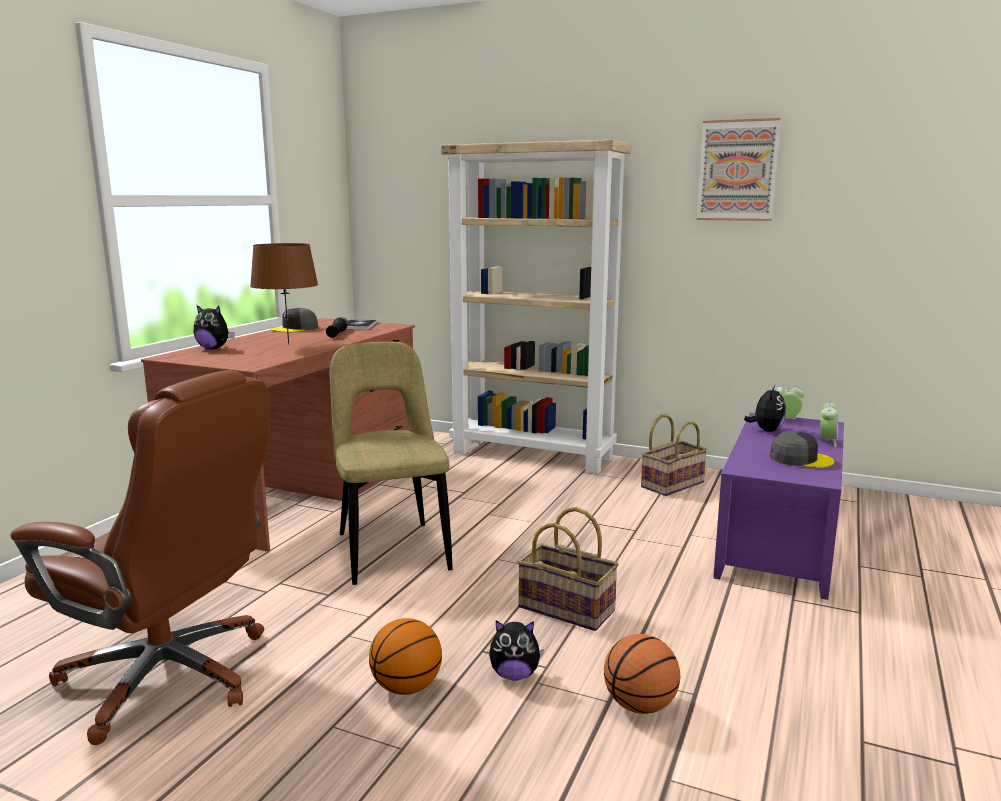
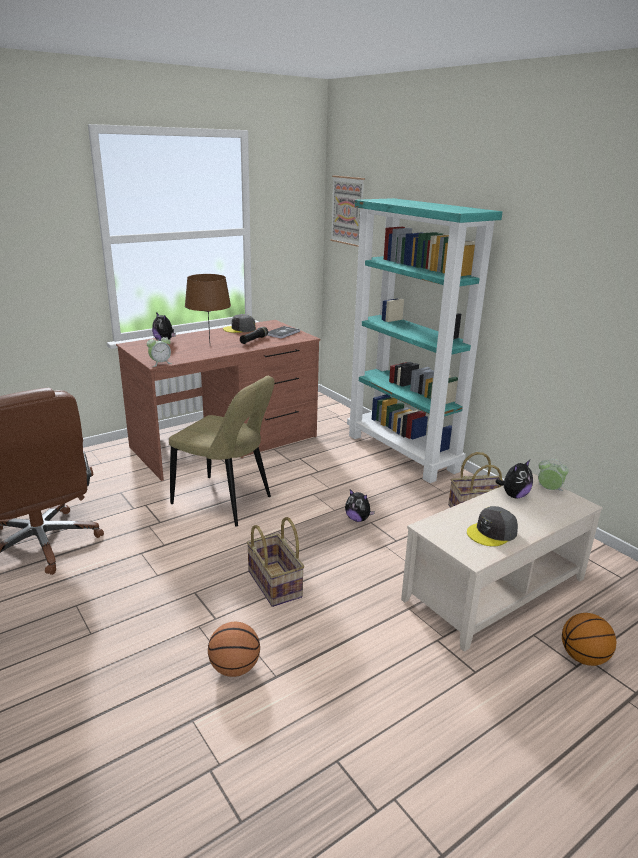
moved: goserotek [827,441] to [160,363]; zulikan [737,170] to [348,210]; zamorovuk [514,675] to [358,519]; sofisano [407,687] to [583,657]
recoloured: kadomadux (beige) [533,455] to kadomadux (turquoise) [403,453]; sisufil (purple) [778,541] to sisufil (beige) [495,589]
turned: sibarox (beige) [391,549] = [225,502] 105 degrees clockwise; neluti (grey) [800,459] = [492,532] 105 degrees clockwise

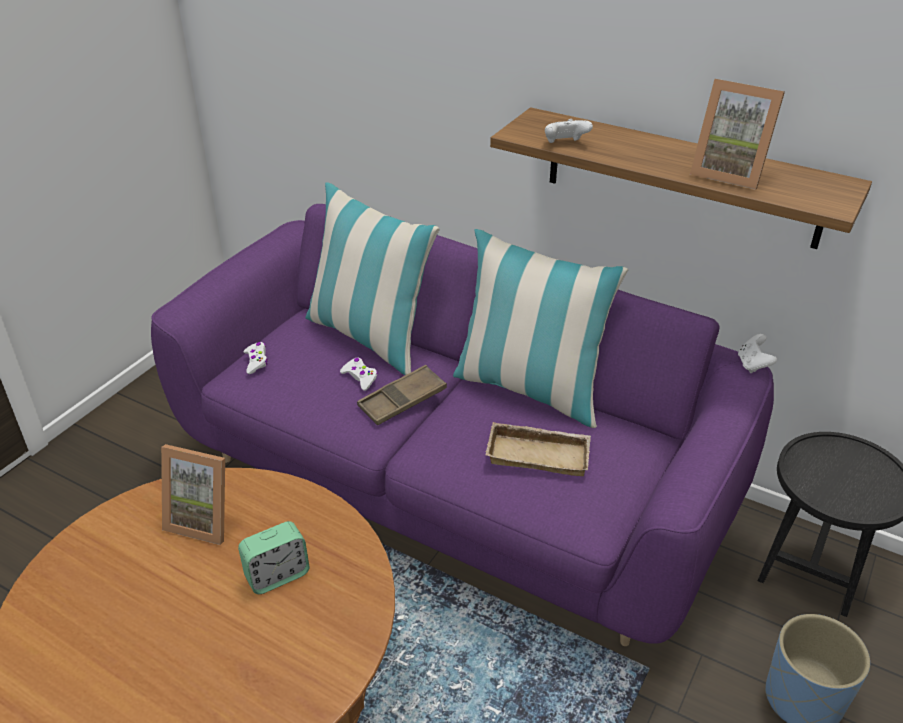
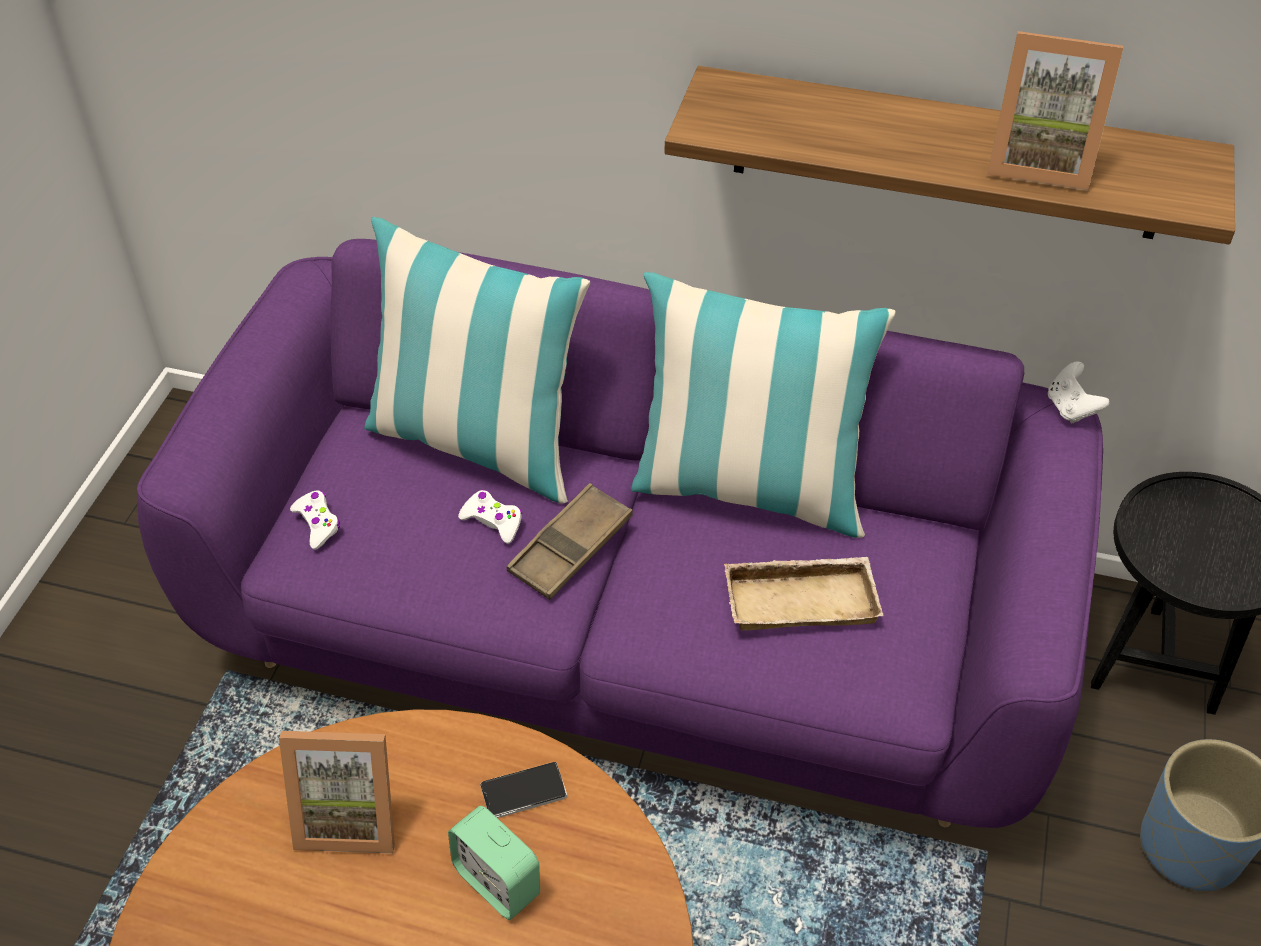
removed: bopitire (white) [565,144]
added: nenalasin [523,792]
turned: goserotek [277,575] = [497,882] 90 degrees clockwise

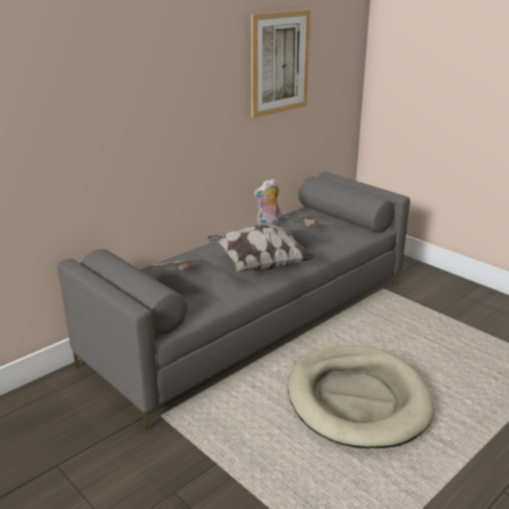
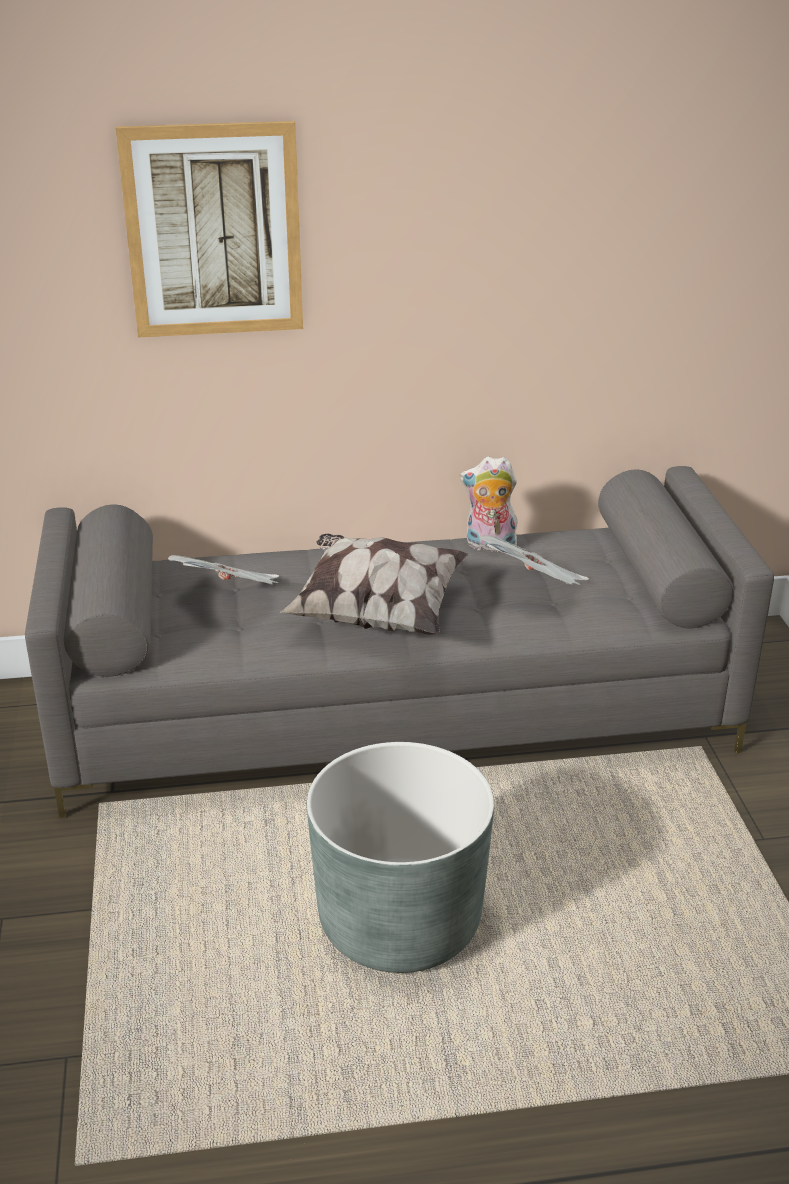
moved: zulikan [279,63] to [213,231]
replaced: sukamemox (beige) [357,399] to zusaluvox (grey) [400,921]

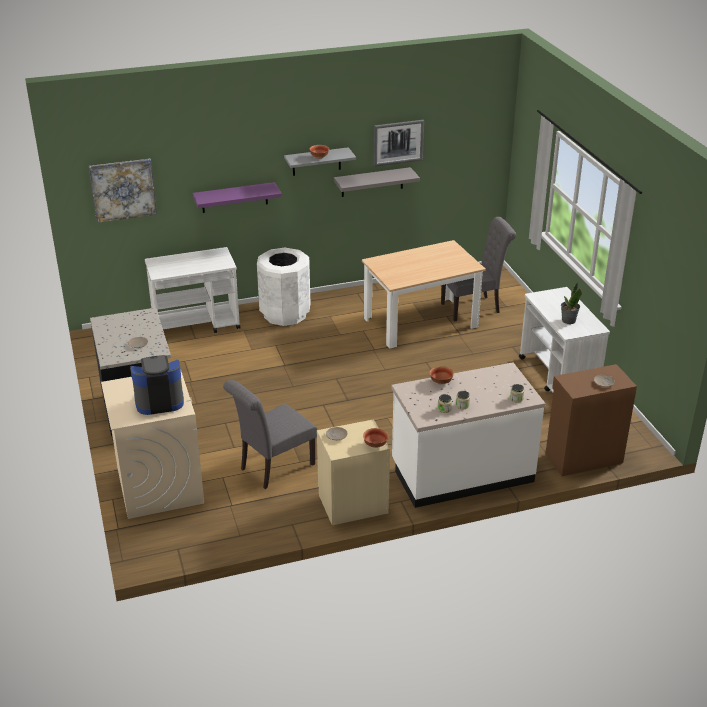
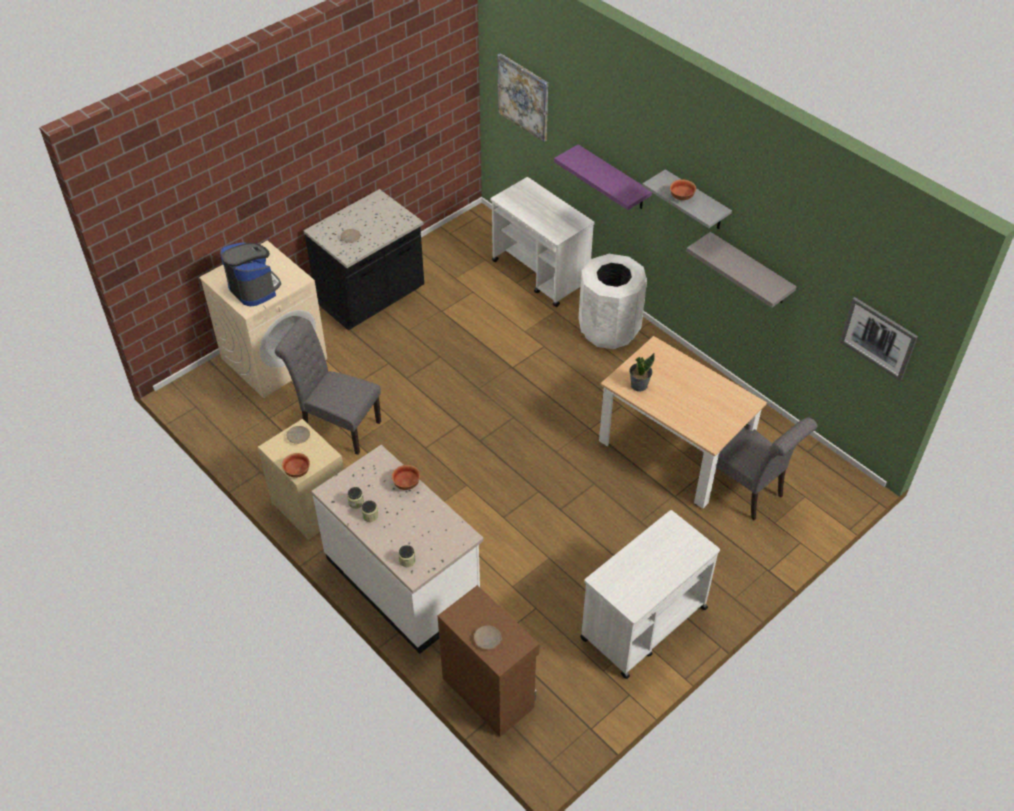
moved: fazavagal [568,320] to [639,385]; zulikan [398,142] to [878,338]

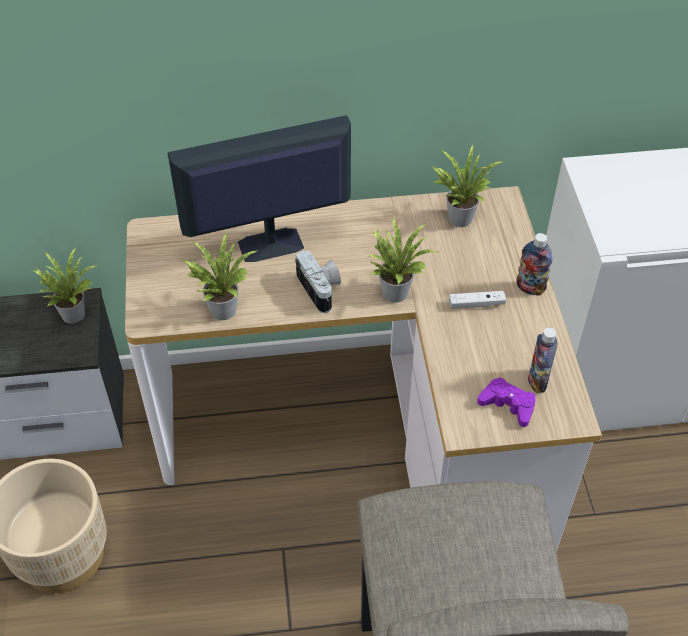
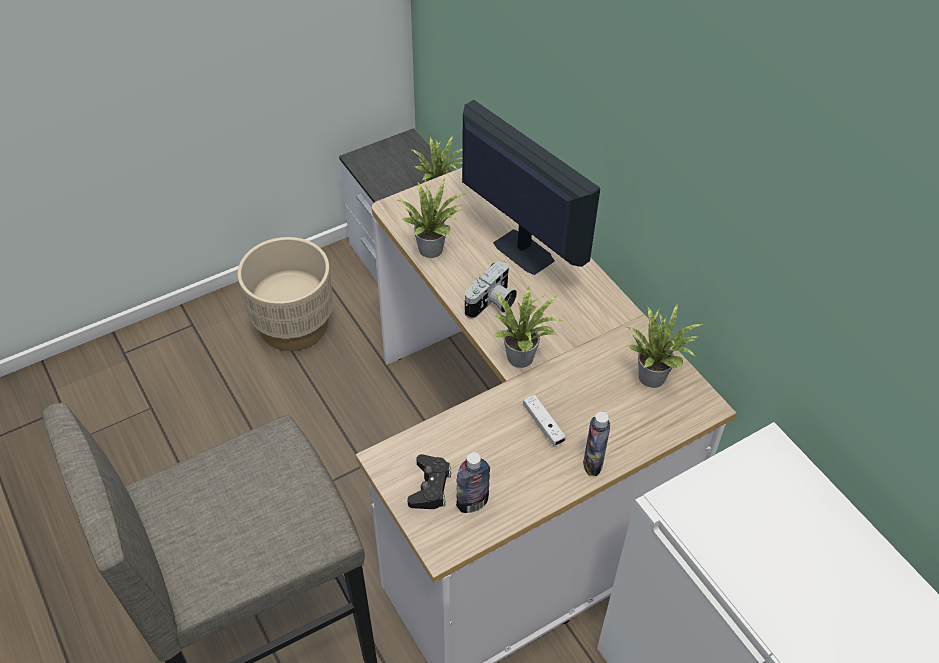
recoloured: bopitire (purple) [508,405] to bopitire (black) [430,486]

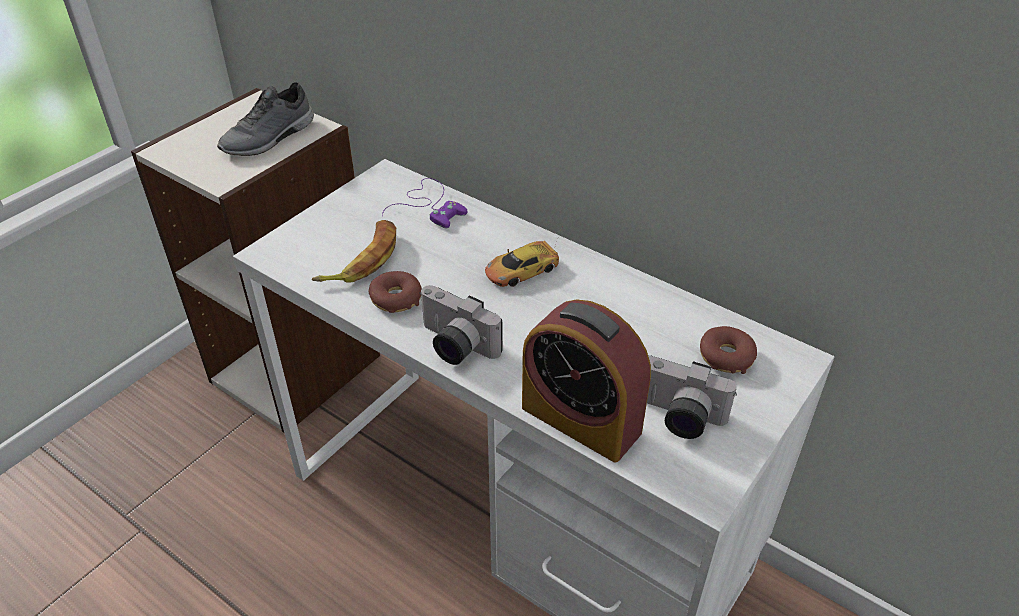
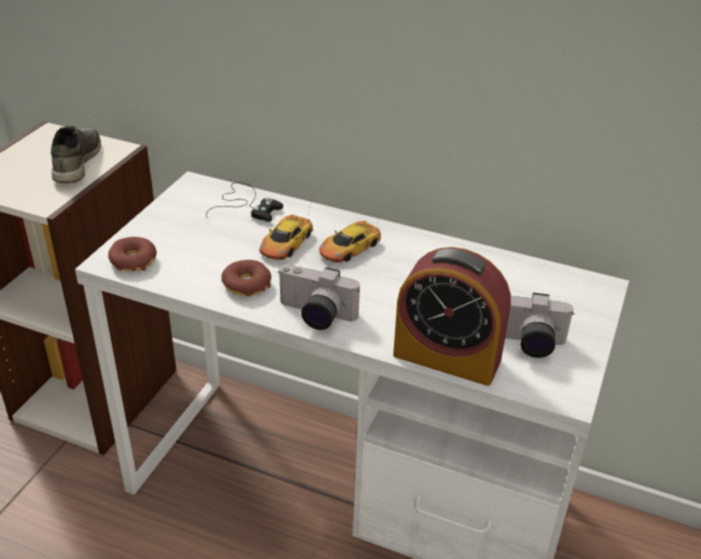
removed: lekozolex [362,259]
added: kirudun [285,243]
moved: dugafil [726,356] to [133,261]
recoloured: bopitire (purple) [429,205] to bopitire (black) [245,205]
turned: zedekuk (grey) [270,138] = [76,162] 150 degrees clockwise

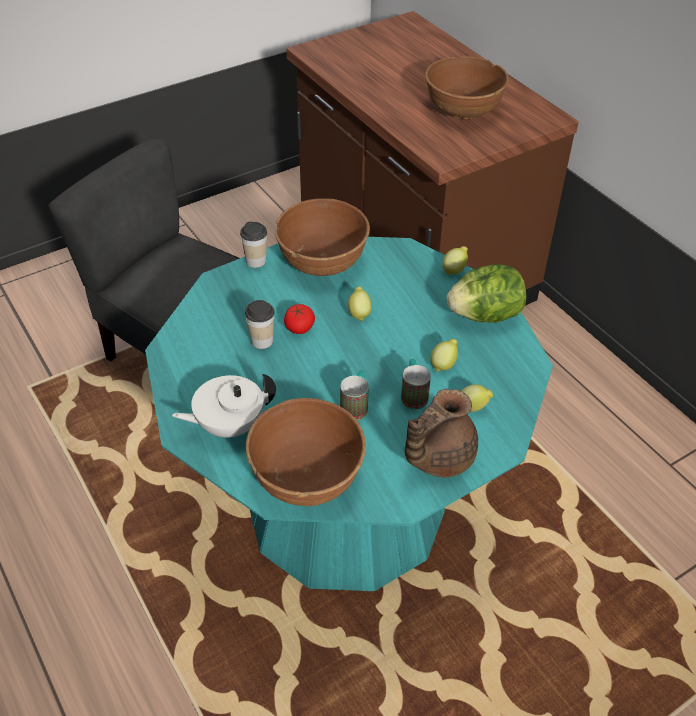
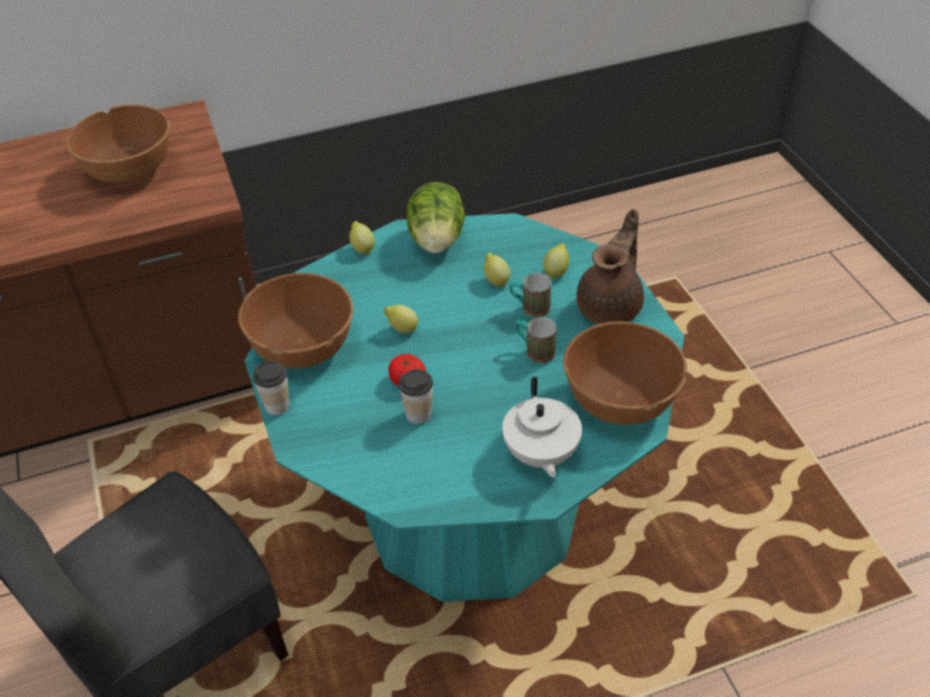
turned: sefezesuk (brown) [437,457] = [611,306] 120 degrees counterclockwise

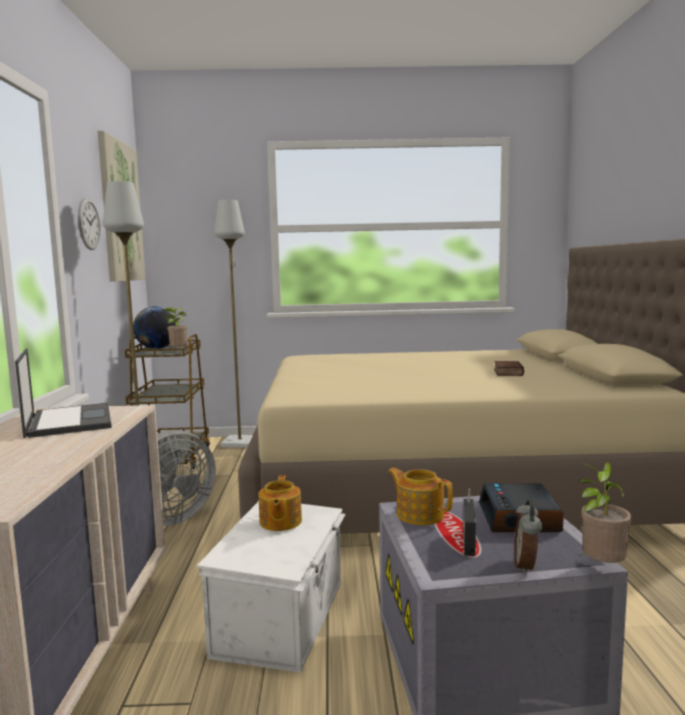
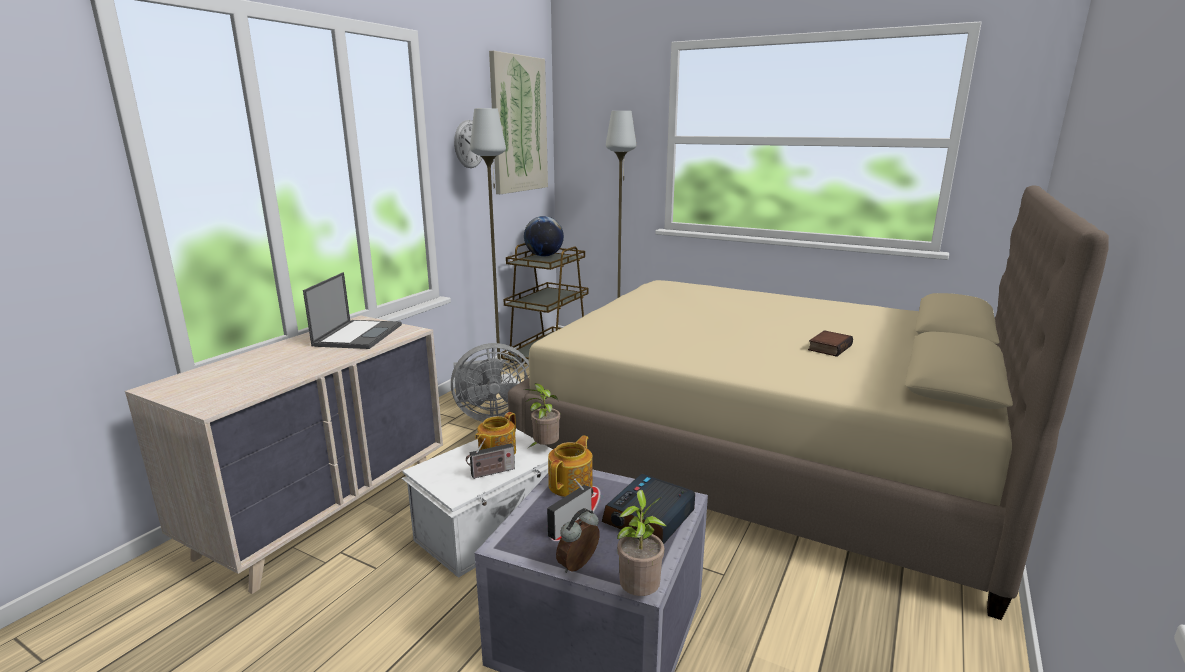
added: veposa [491,473]
moved: fazavagal [177,352] to [544,448]
turned: sefezesuk [419,514] = [571,484] 45 degrees clockwise

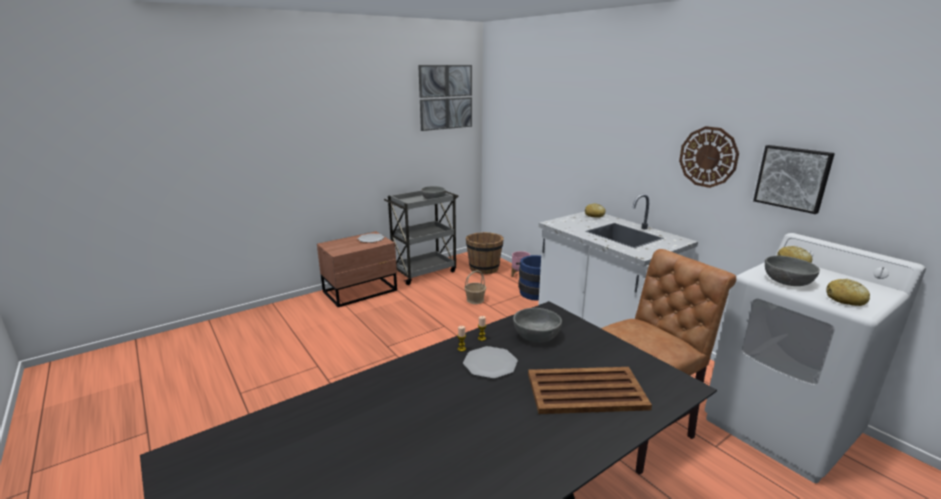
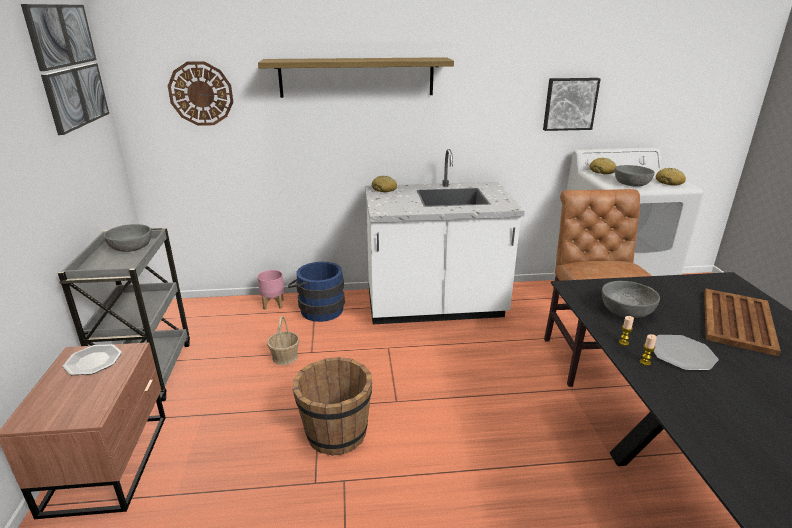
added: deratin [356,77]
moved: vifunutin [708,157] to [201,94]; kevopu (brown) [484,268] to [336,433]

